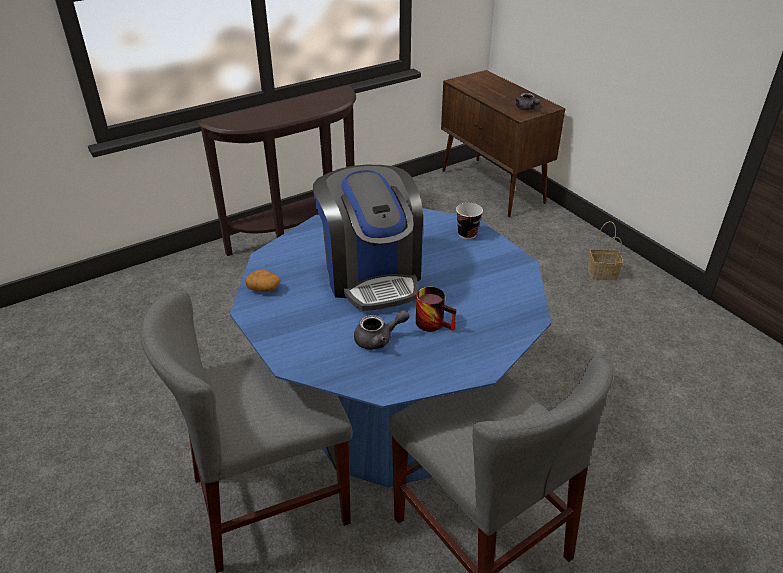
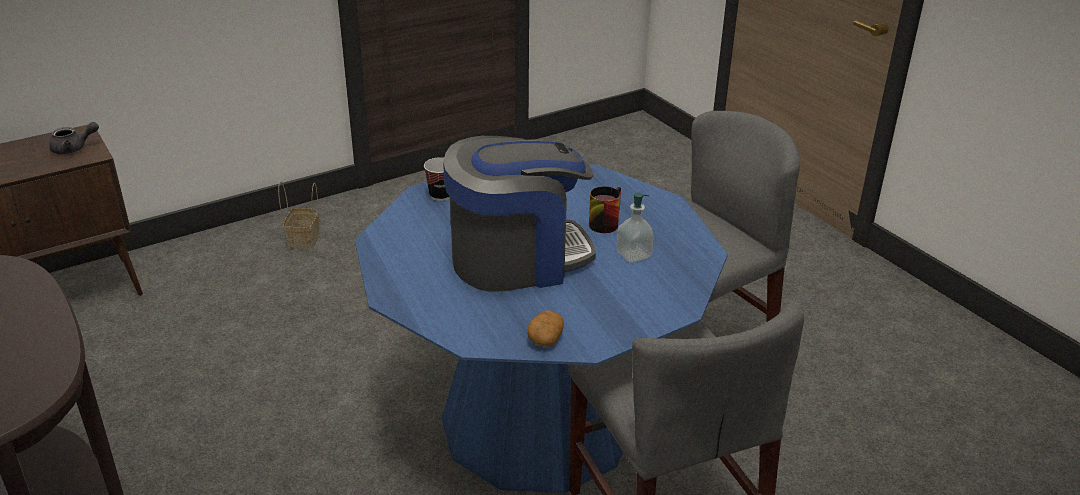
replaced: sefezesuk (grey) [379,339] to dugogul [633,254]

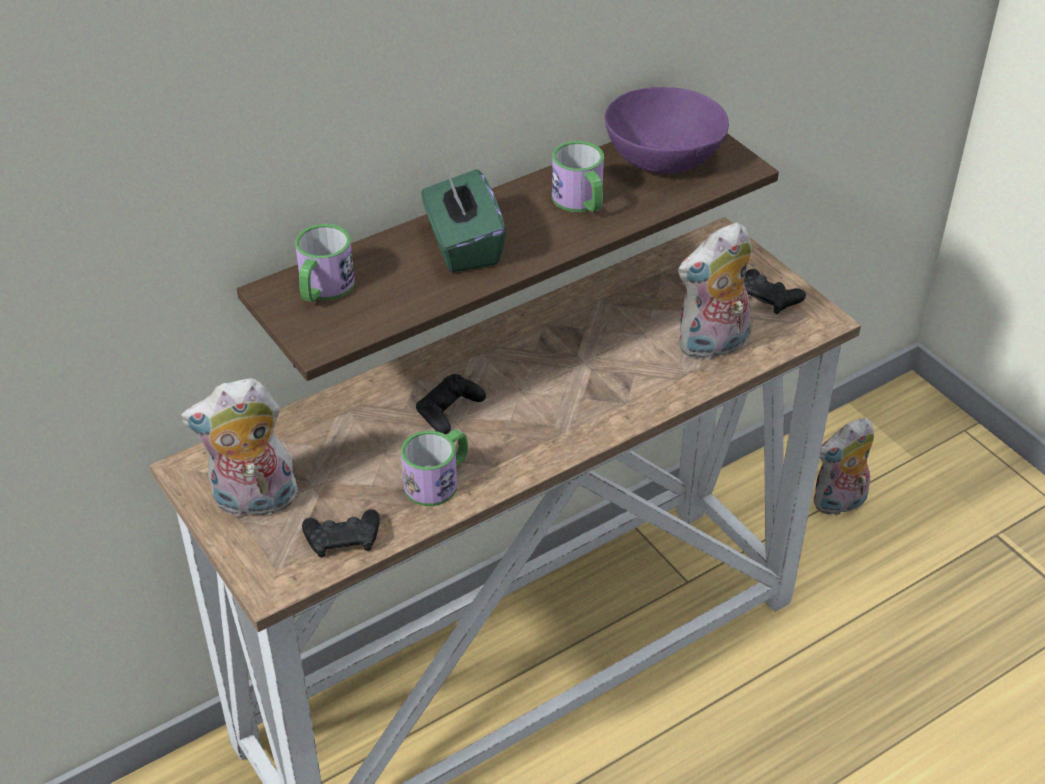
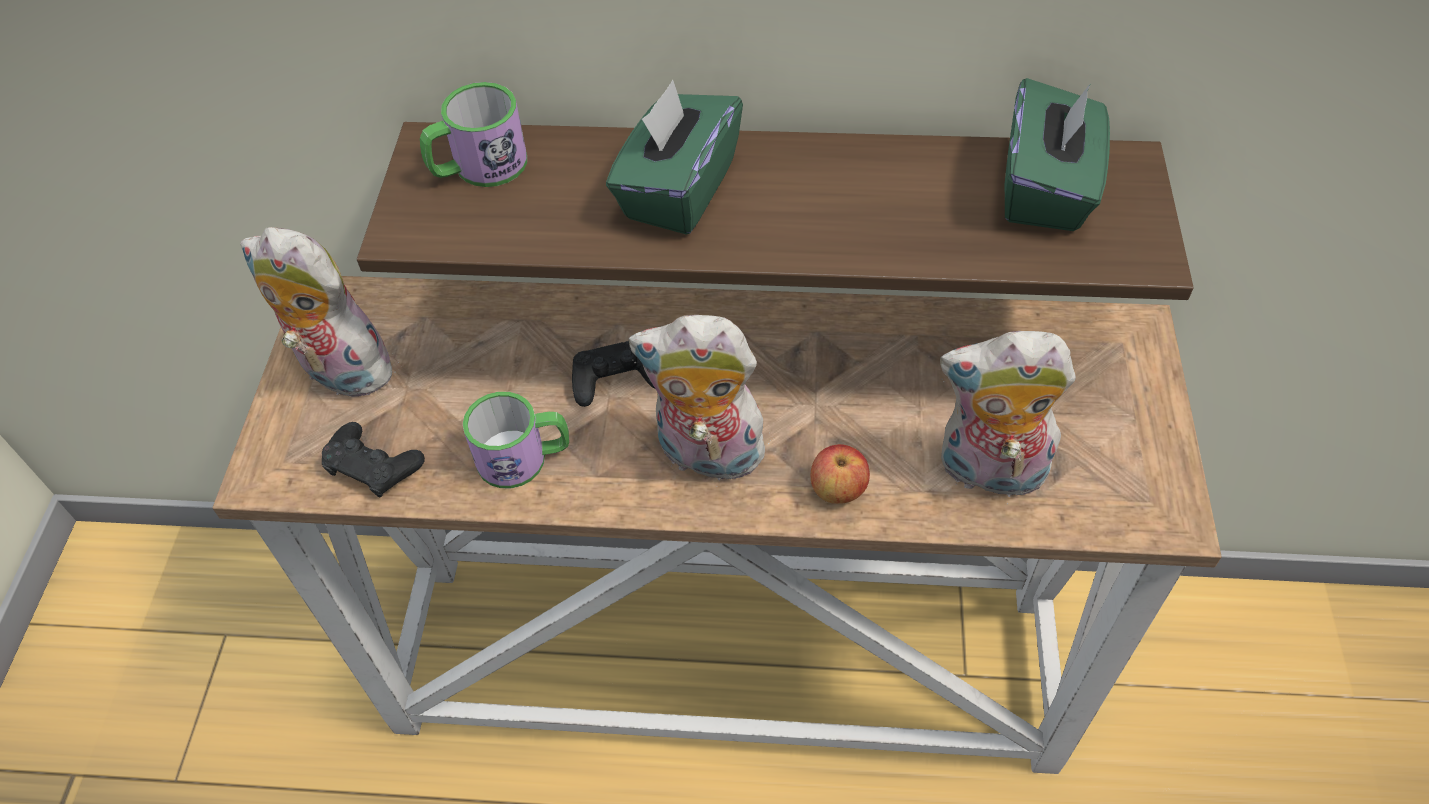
removed: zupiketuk [581,202]; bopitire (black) [768,297]
added: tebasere [838,490]
moved: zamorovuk [839,504] to [706,455]
replaced: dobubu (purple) [663,156] to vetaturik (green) [1046,189]

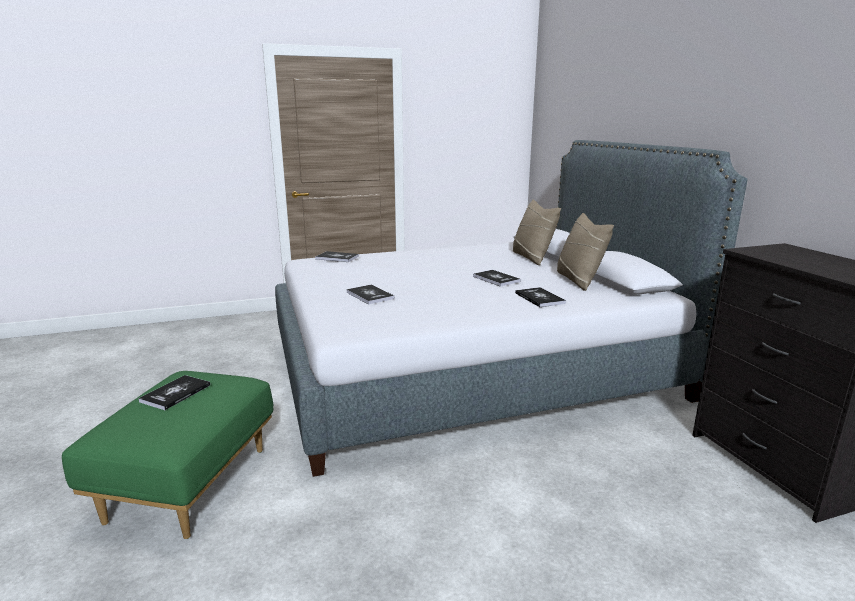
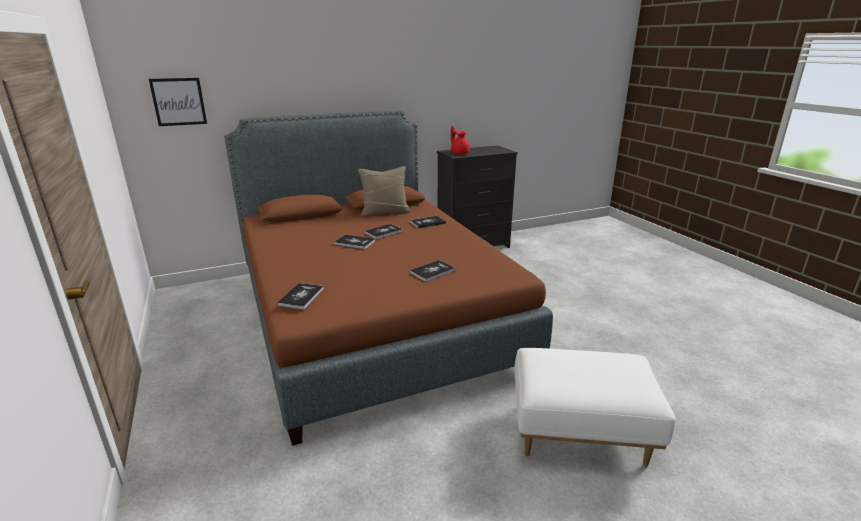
removed: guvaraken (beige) [532,257]
added: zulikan [178,101]; sefezesuk (red) [459,153]
moved: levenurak [175,393] to [354,243]
recoloured: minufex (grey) [471,370] to minufex (brown) [371,317]; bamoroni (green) [189,483] to bamoroni (white) [579,434]

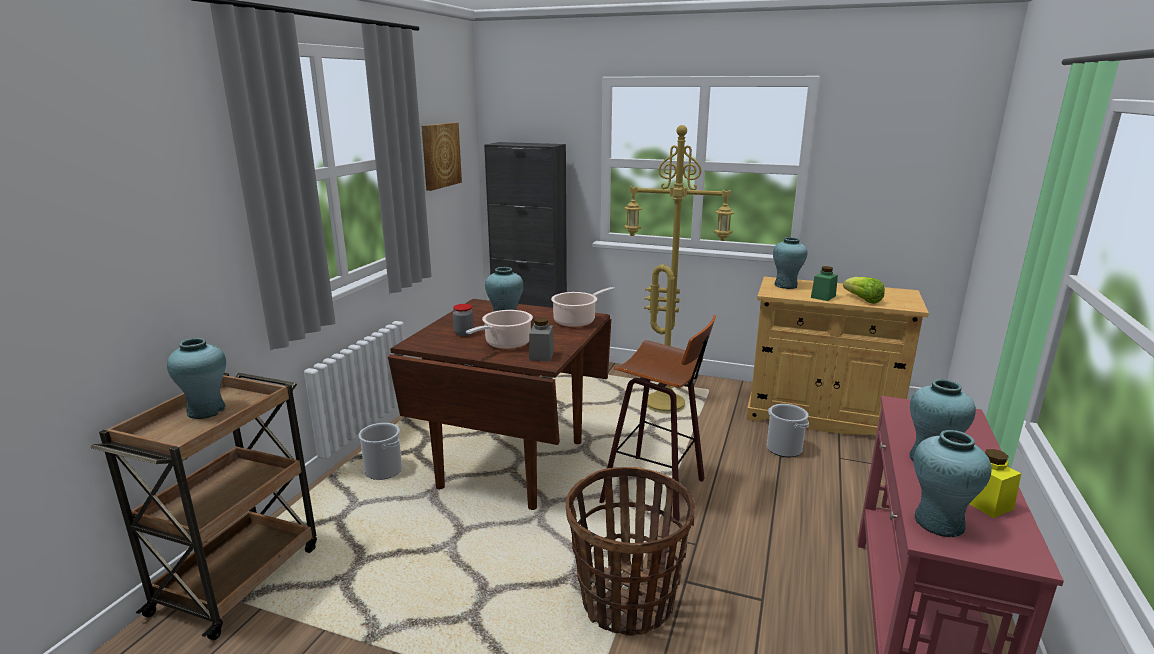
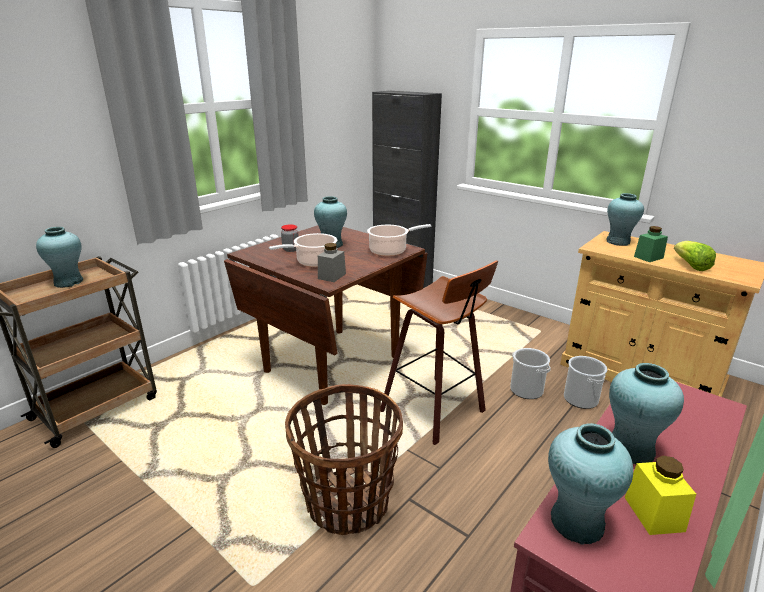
removed: zulikan [440,155]; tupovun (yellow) [666,404]
moved: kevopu [383,470] to [526,390]

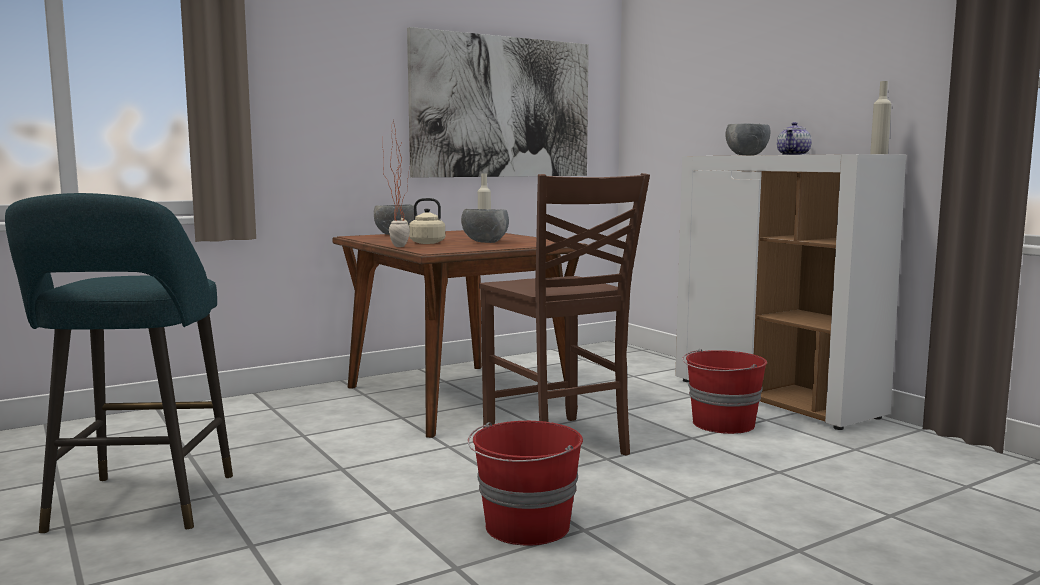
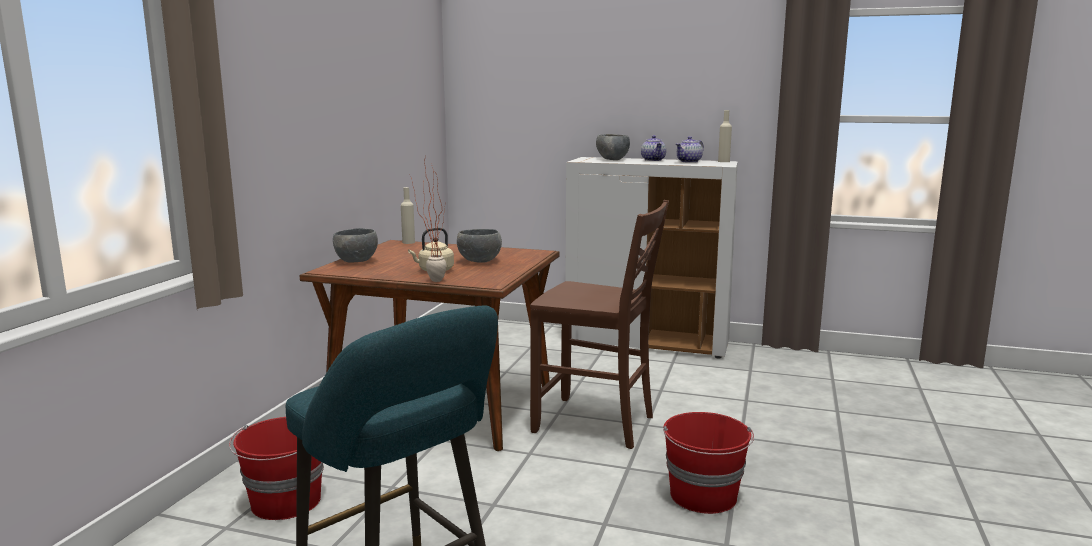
removed: zulikan [502,107]
added: sefezesuk [689,161]
moved: kevopu (red) [722,424] to [285,502]

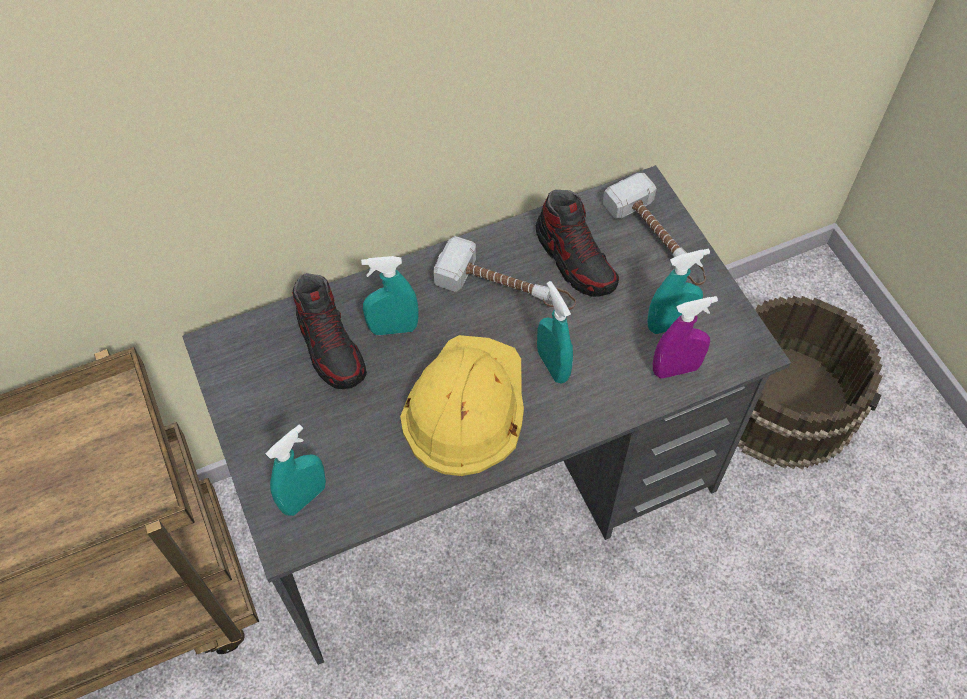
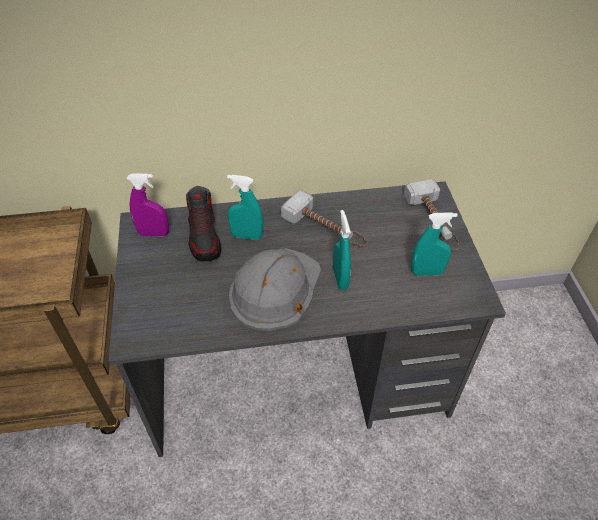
removed: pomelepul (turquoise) [304,498]; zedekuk [575,259]; kevopu (brown) [784,402]
moved: pomelepul (purple) [676,369] to [154,233]
recoloured: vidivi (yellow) [465,405] to vidivi (grey) [275,289]

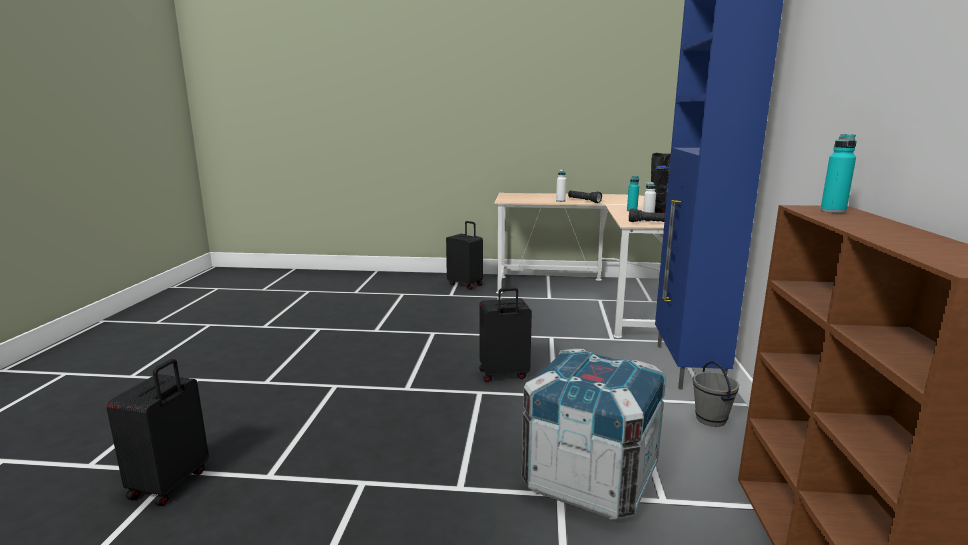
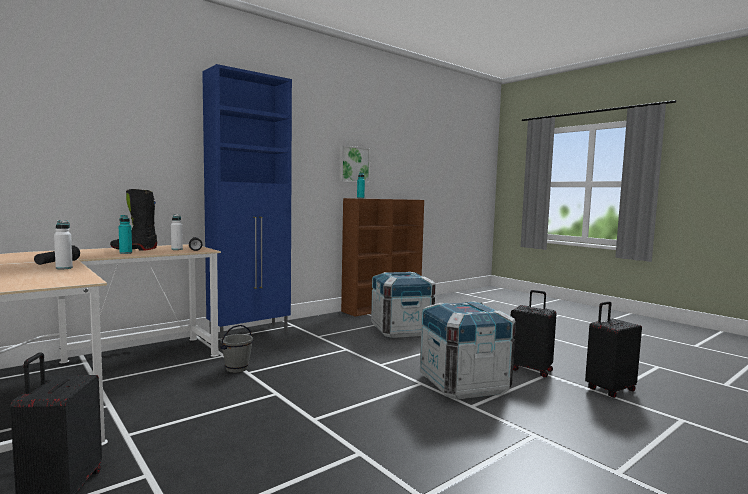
added: zulikan [353,164]; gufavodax [463,384]
moved: kevopu (grey) [711,419] to [236,368]; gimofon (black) [503,375] to [531,369]

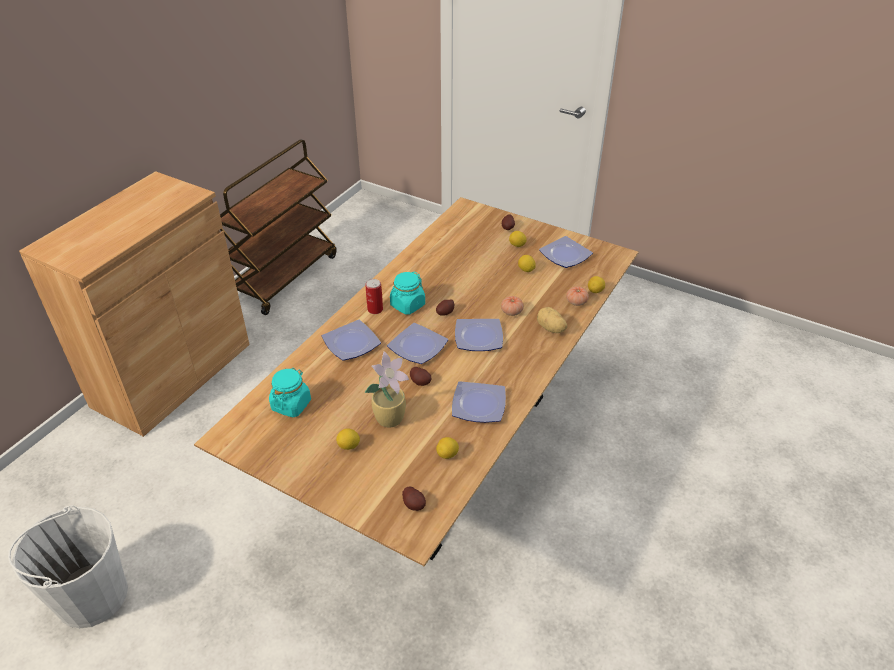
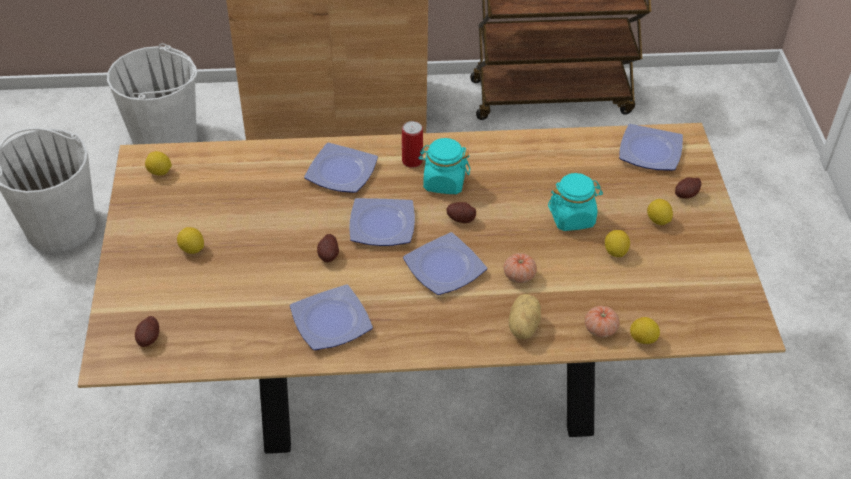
removed: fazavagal [391,418]
added: kevopu (white) [165,139]
moved: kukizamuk [447,455] to [159,172]; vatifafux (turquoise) [291,405] to [572,218]; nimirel [566,255] to [651,152]

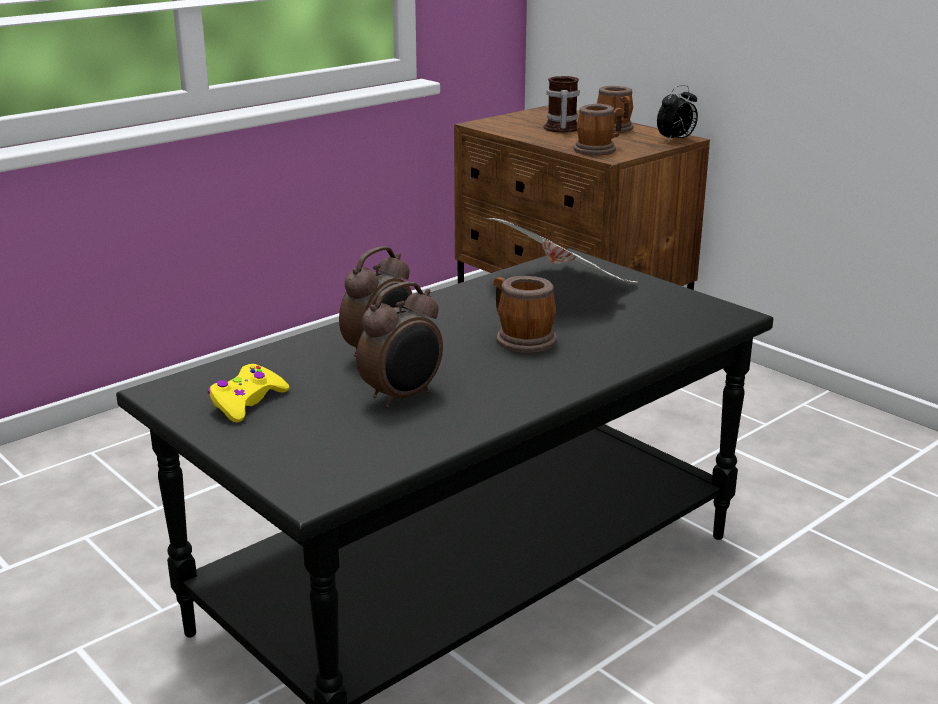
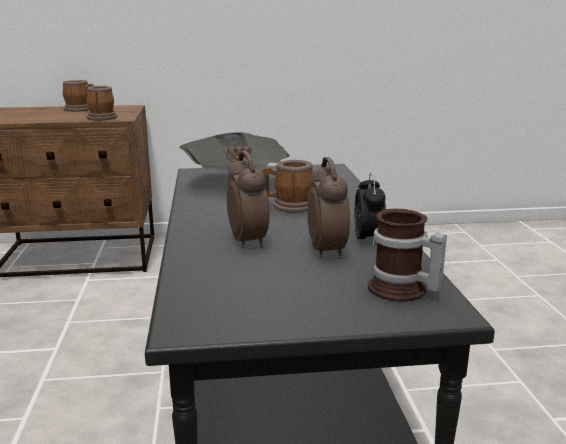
removed: bopitire (yellow) [247,402]
moved: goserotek [676,140] to [368,239]; zupiketuk [560,129] to [401,291]

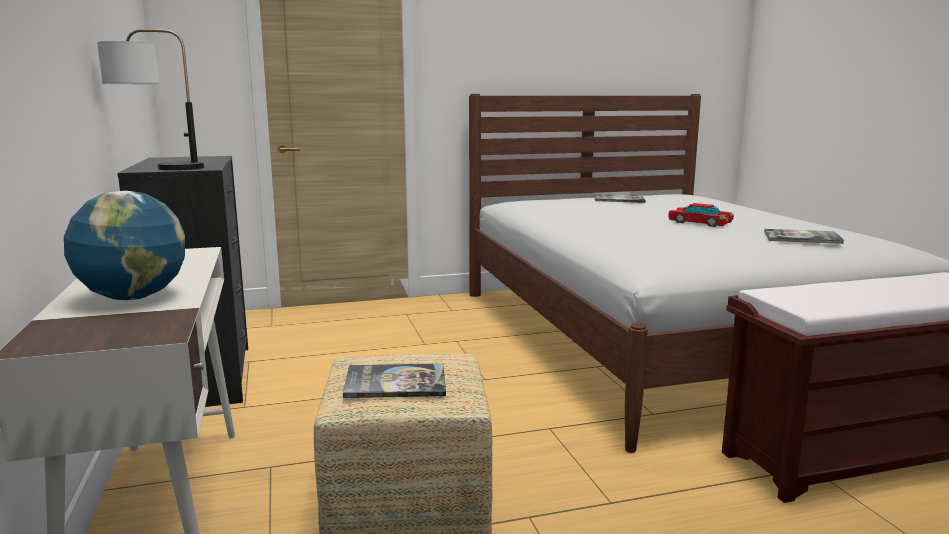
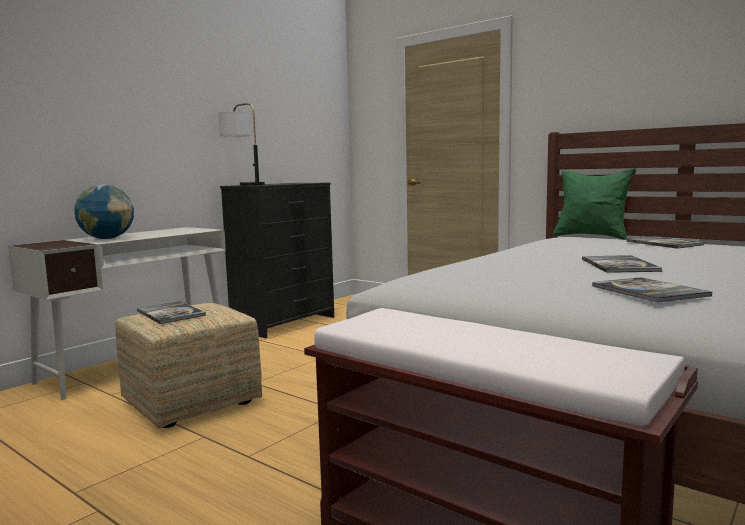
added: guvaraken (green) [591,237]
replaced: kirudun [700,222] to levenurak [619,265]

